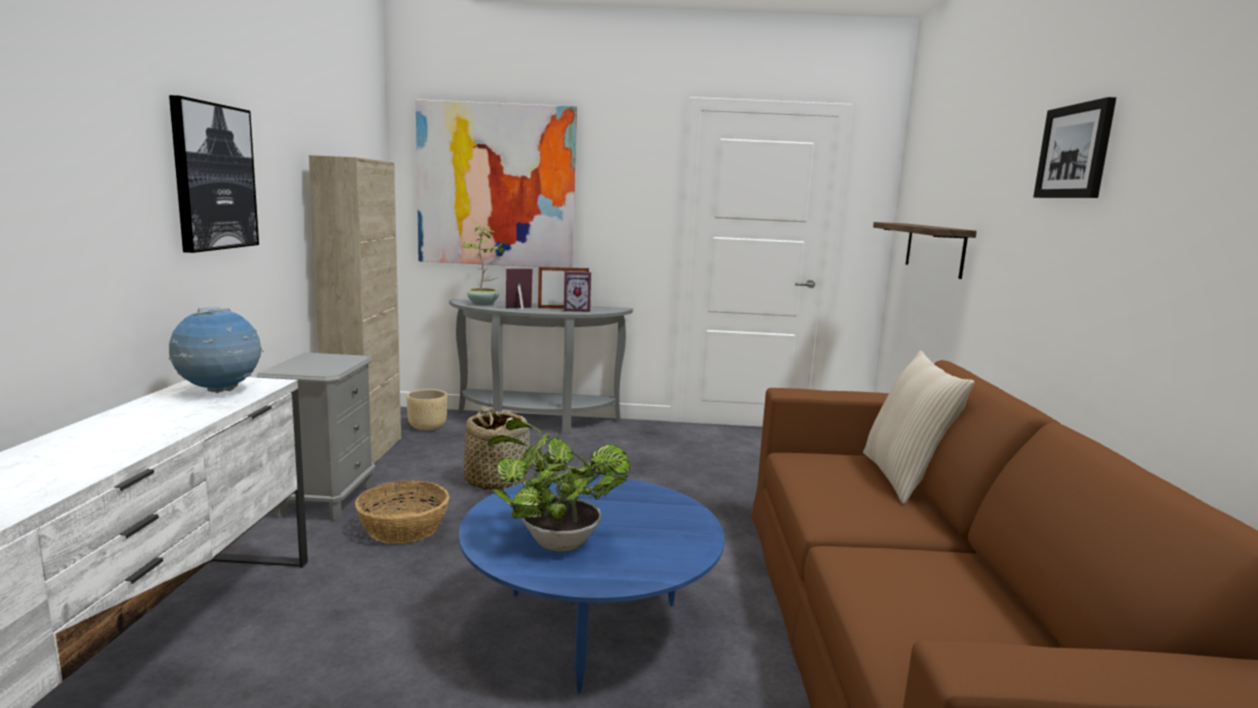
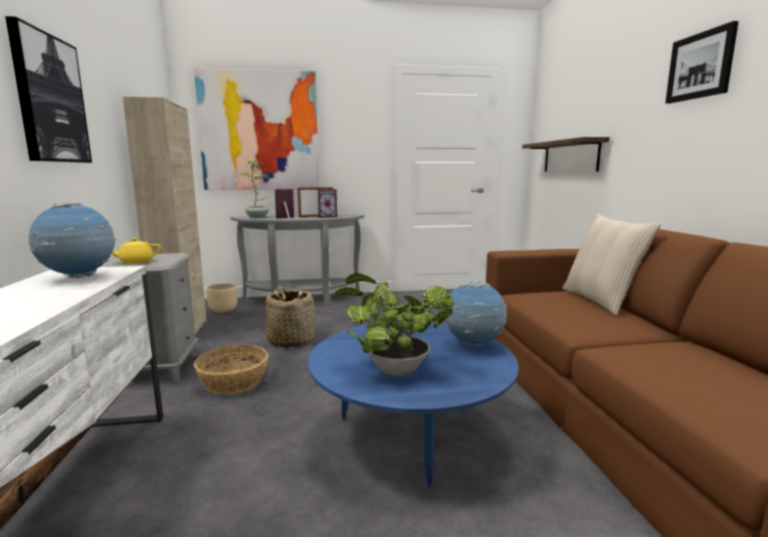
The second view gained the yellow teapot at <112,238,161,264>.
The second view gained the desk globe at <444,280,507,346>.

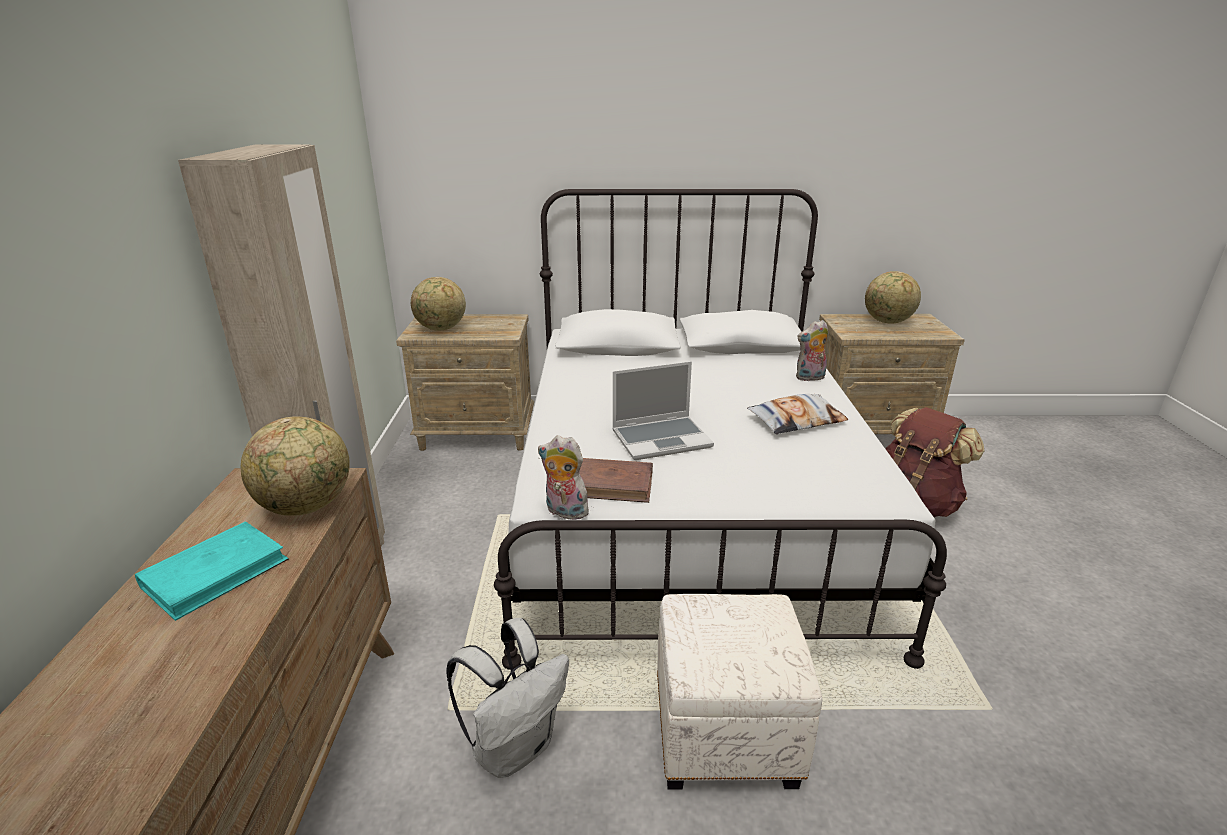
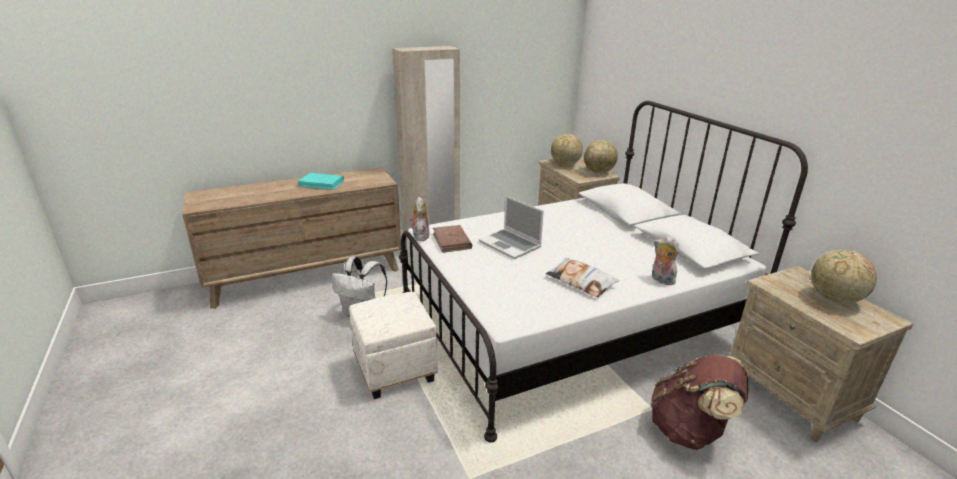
The desk globe ended up elsewhere, having gone from <241,416,350,516> to <584,140,618,173>.

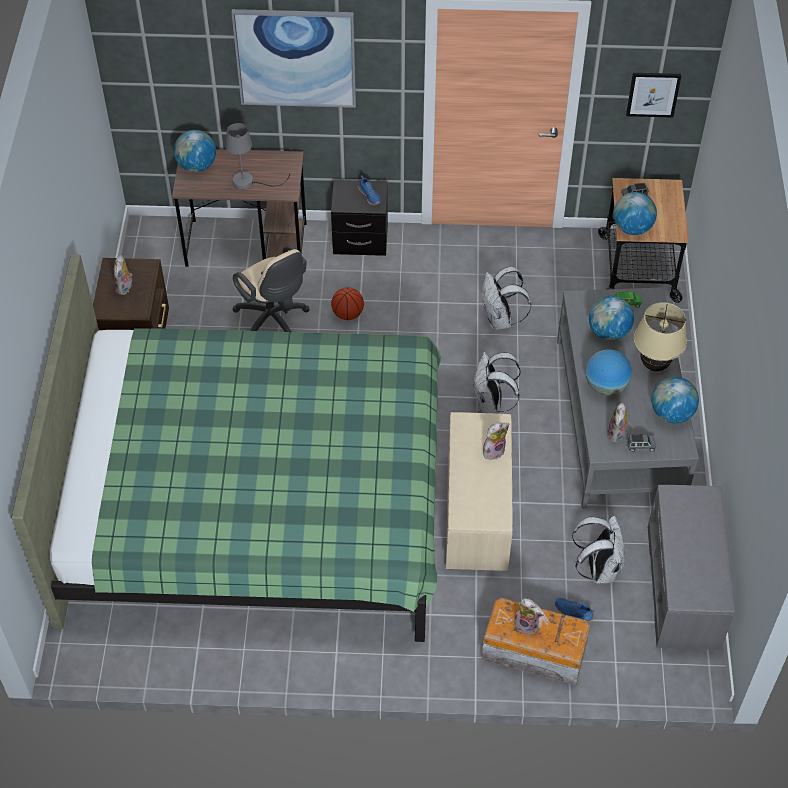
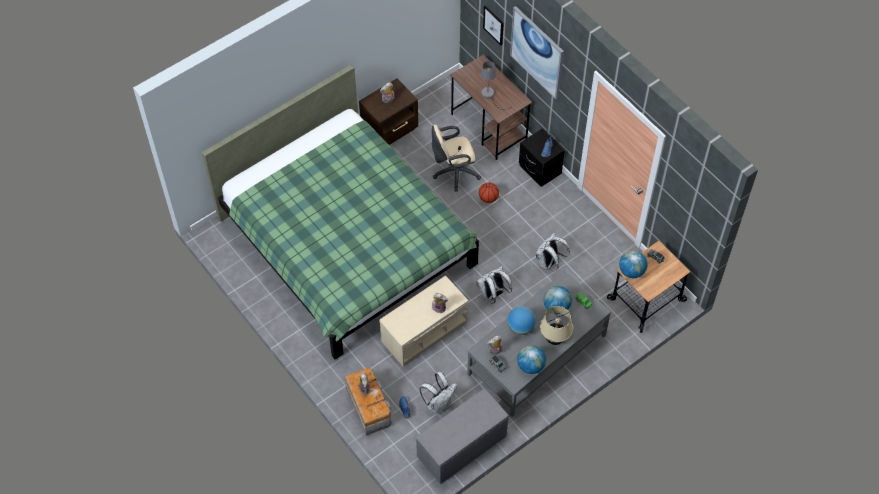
The second view lost the desk globe at <174,130,216,172>.
The wall picture ended up elsewhere, having gone from <626,73,682,118> to <483,6,504,45>.
The beige desk chair at <232,245,310,332> ended up facing another way, 60 degrees clockwise from before.

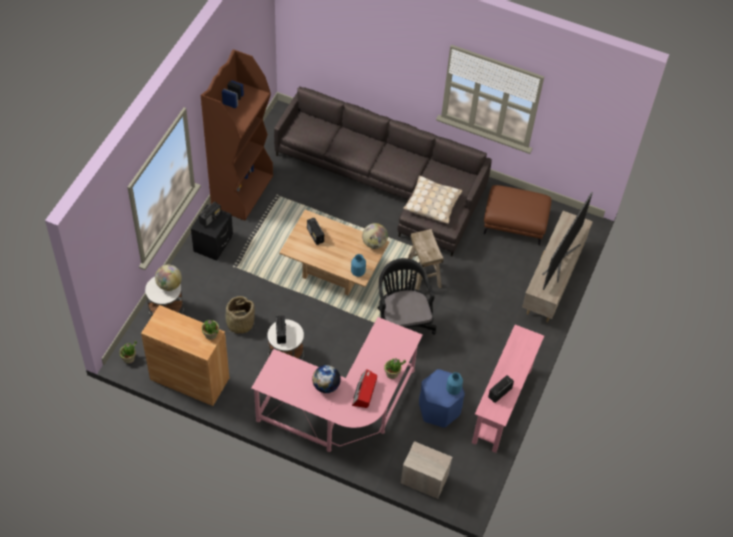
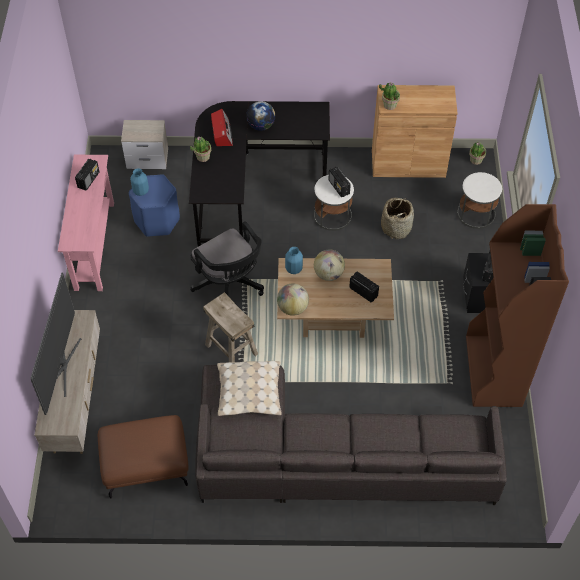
The desk globe ended up elsewhere, having gone from <155,265,182,291> to <314,249,345,281>.
What was the pinkish desk table at <251,317,423,452> turned into the black desk table at <189,101,330,247>.

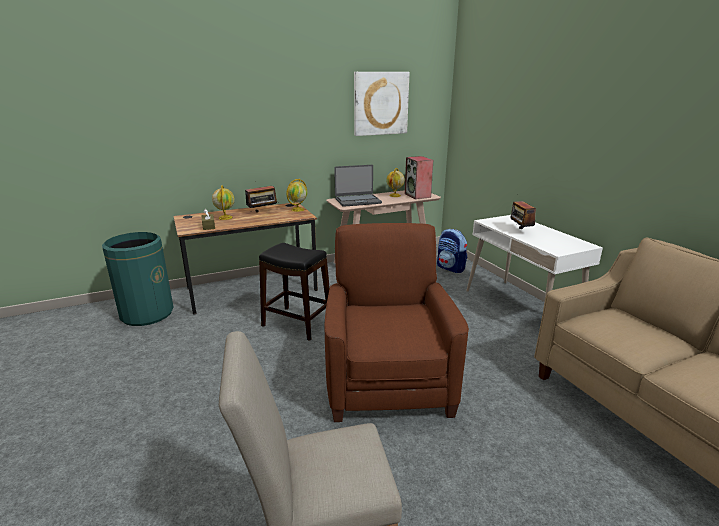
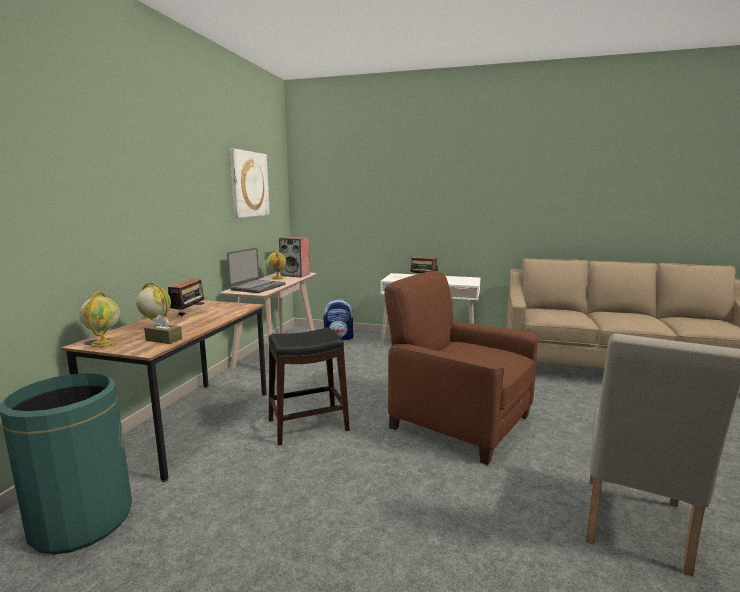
The desk globe ended up elsewhere, having gone from <286,179,307,212> to <79,291,120,347>.

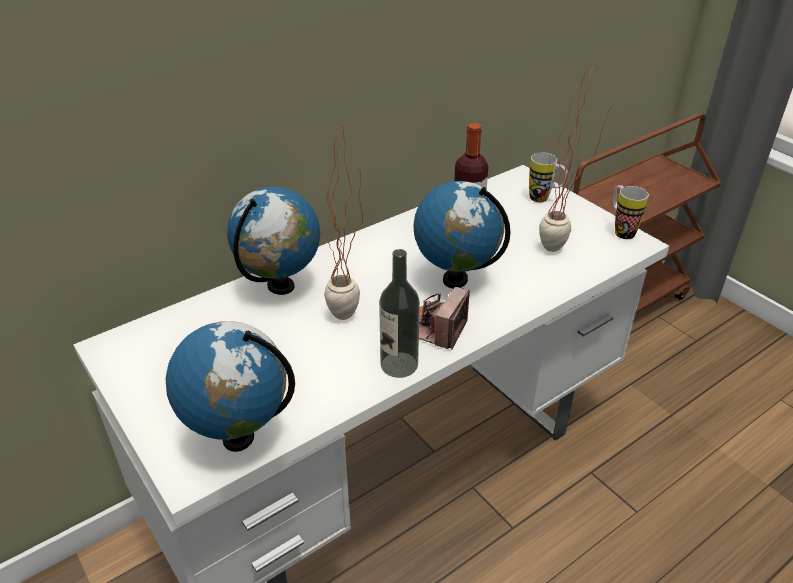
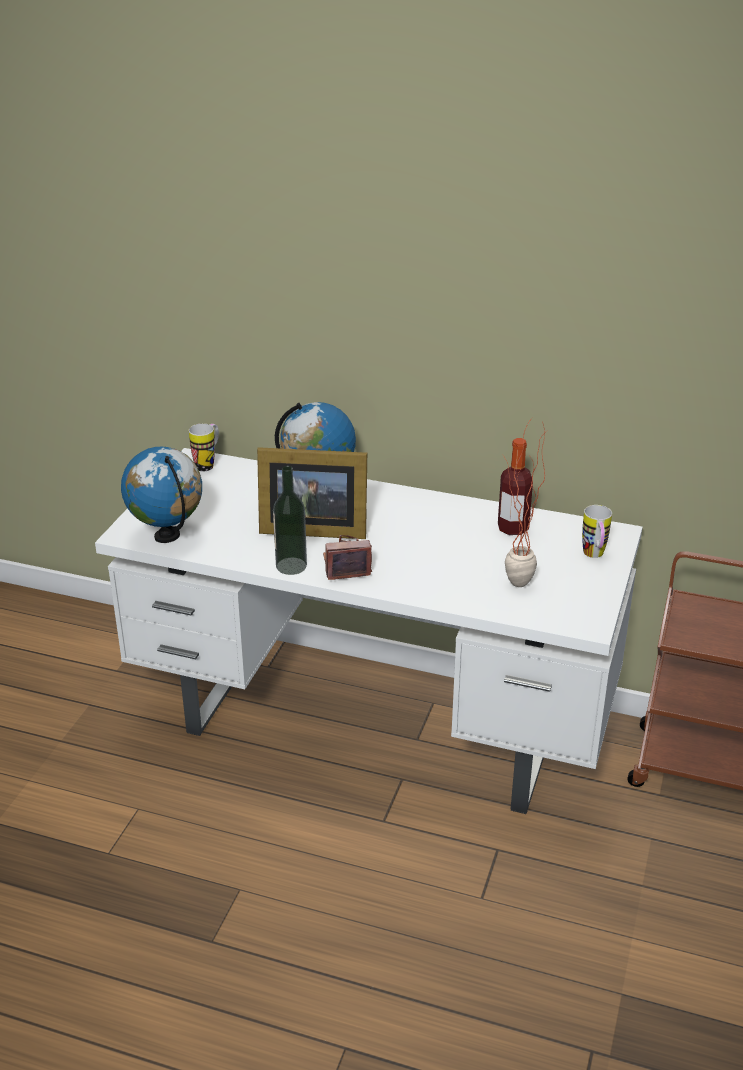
The second view lost the desk globe at <413,181,511,289>.
The coffee mug ended up elsewhere, having gone from <612,185,649,239> to <189,424,219,472>.
Where the potted plant stood at <317,121,363,320>, the picture frame came to stand at <257,447,367,539>.

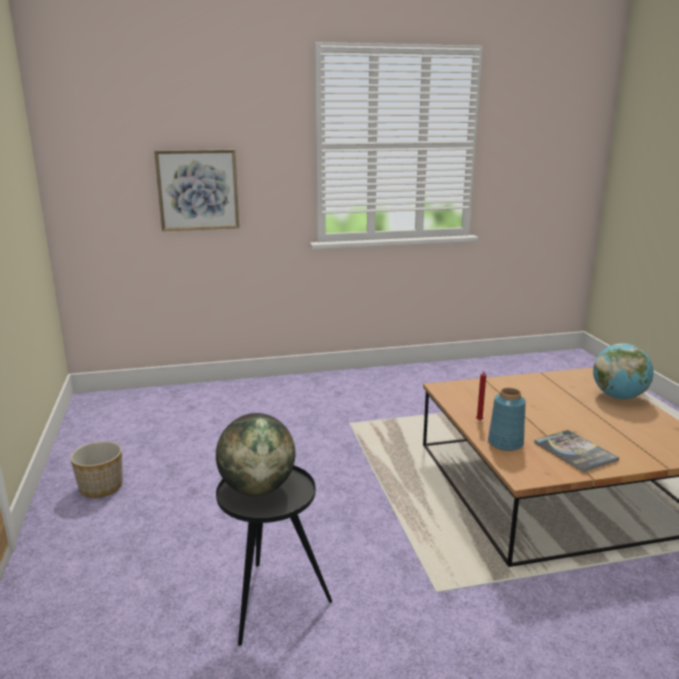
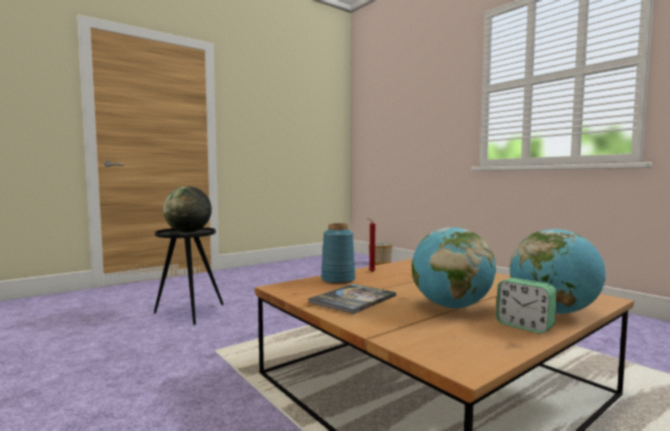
The second view lost the wall picture at <154,149,239,231>.
The second view gained the desk globe at <412,227,496,309>.
The second view gained the table clock at <496,278,557,334>.
The flower pot ended up elsewhere, having gone from <70,441,123,498> to <369,242,393,265>.

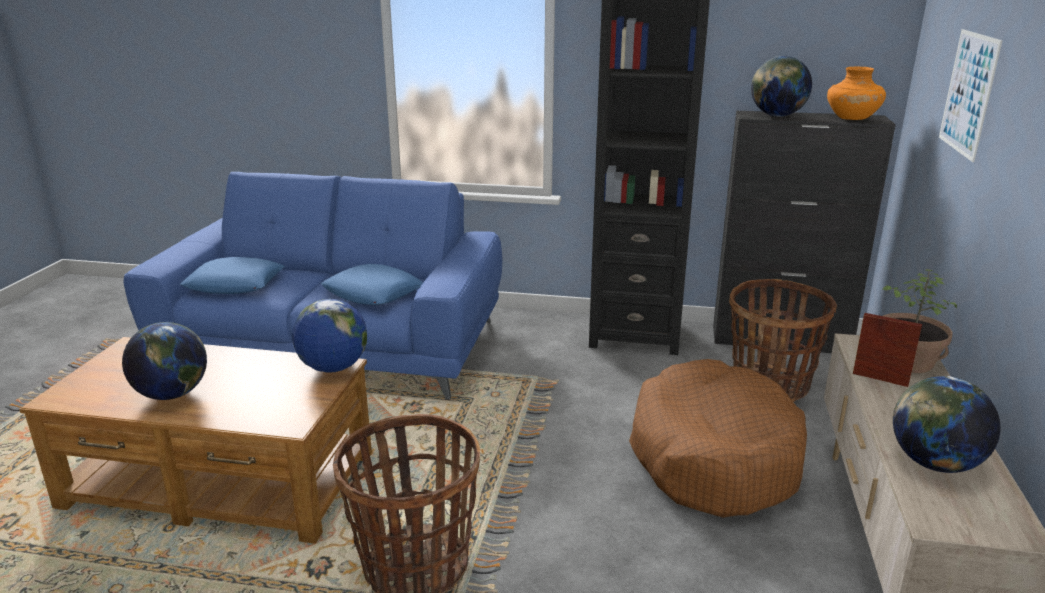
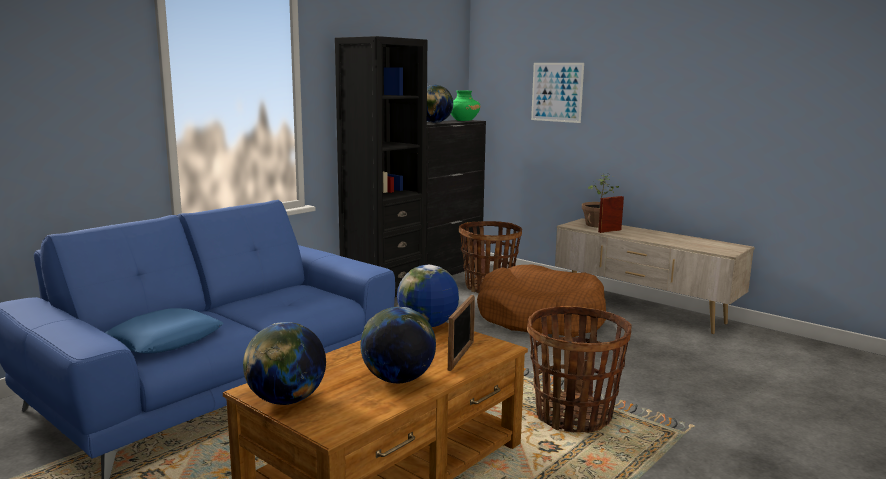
The second view lost the blue throw pillow at <321,264,423,305>.
The second view gained the picture frame at <448,295,475,371>.
The desk globe ended up elsewhere, having gone from <893,376,1001,473> to <243,322,326,405>.
What was the orangey decorative vase at <827,67,886,120> turned into the green-coloured decorative vase at <451,90,480,121>.

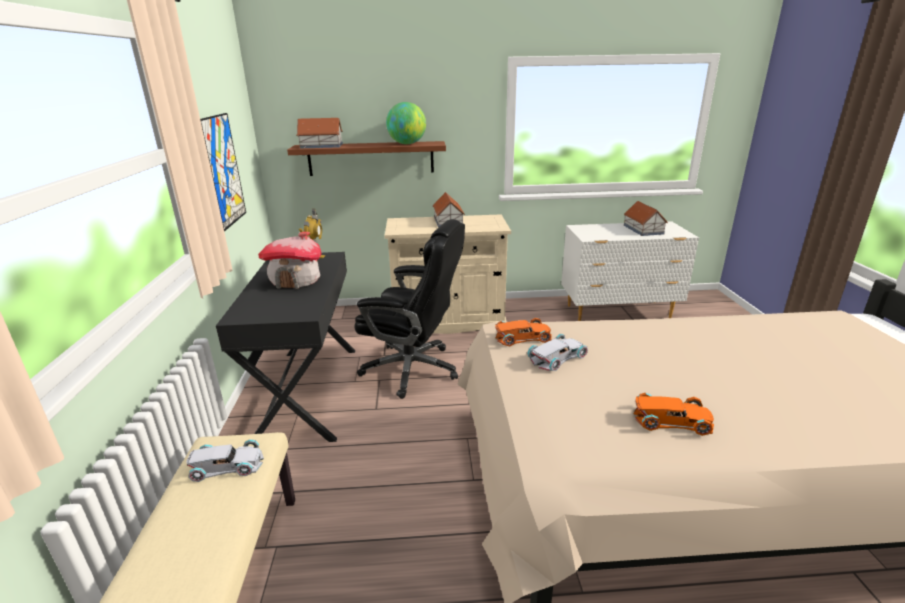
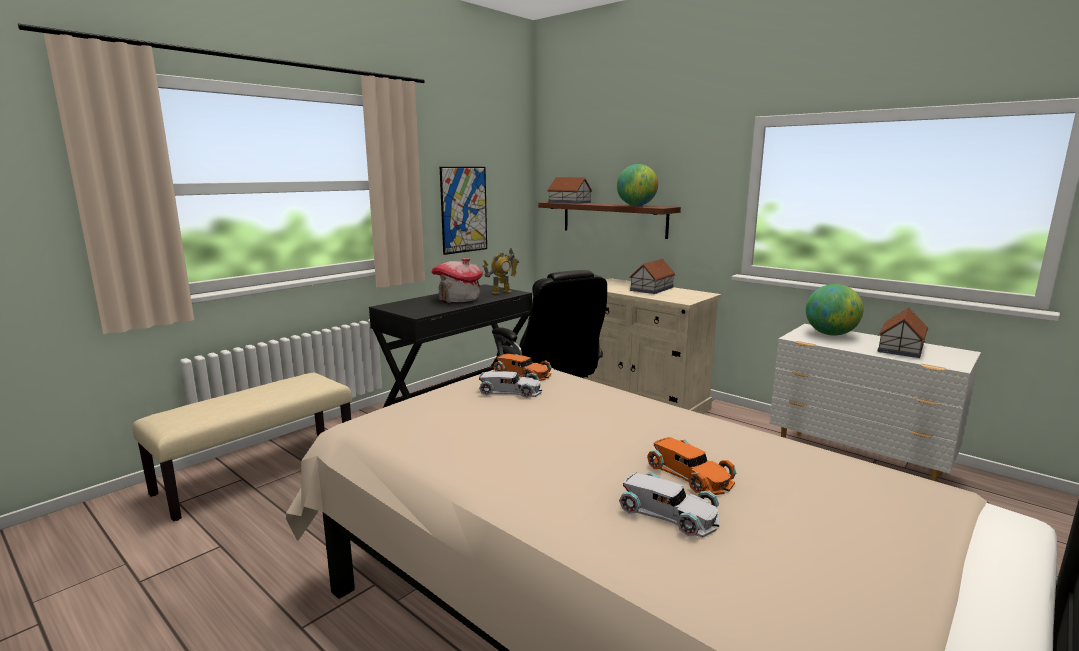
The second view gained the desk globe at <806,284,863,336>.
The white toy car ended up elsewhere, having gone from <186,439,264,482> to <619,472,719,538>.
The orangey toy car ended up elsewhere, having gone from <634,393,714,436> to <647,437,736,495>.

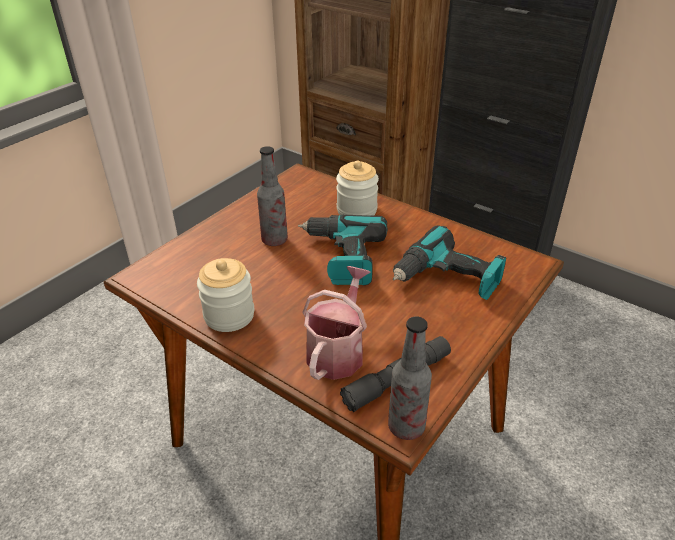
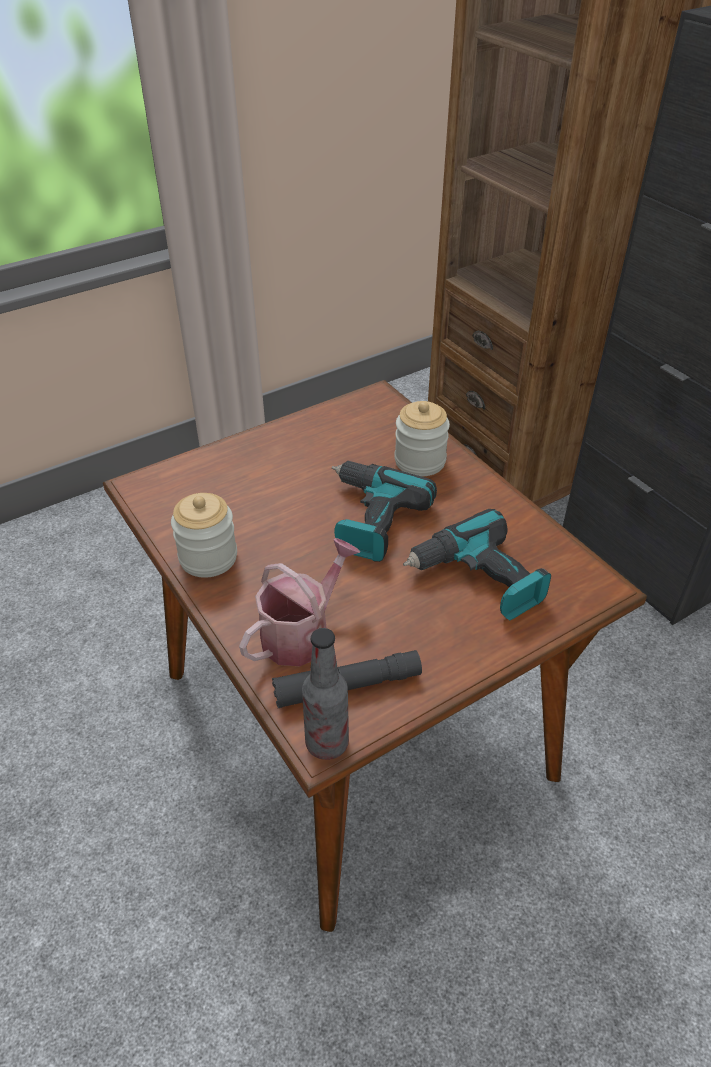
The second view lost the beverage bottle at <257,146,288,246>.

